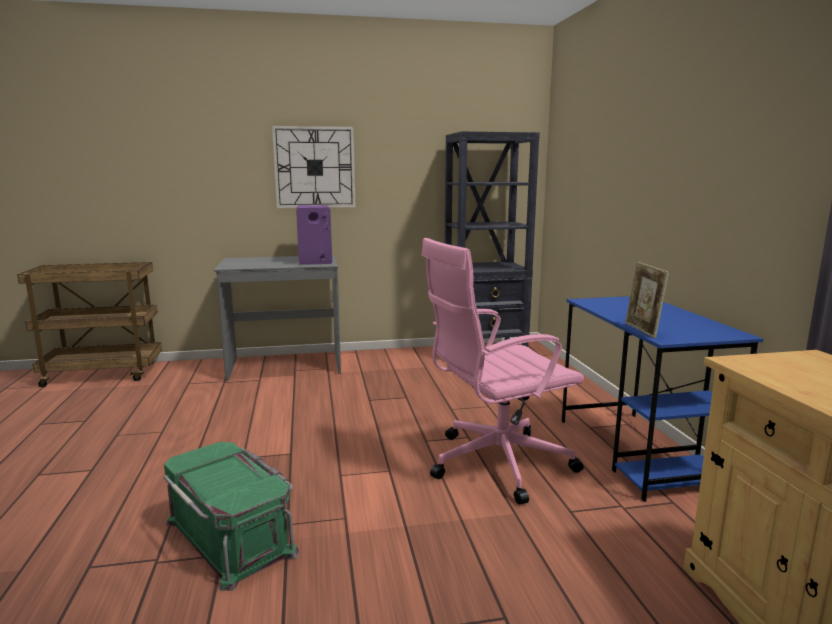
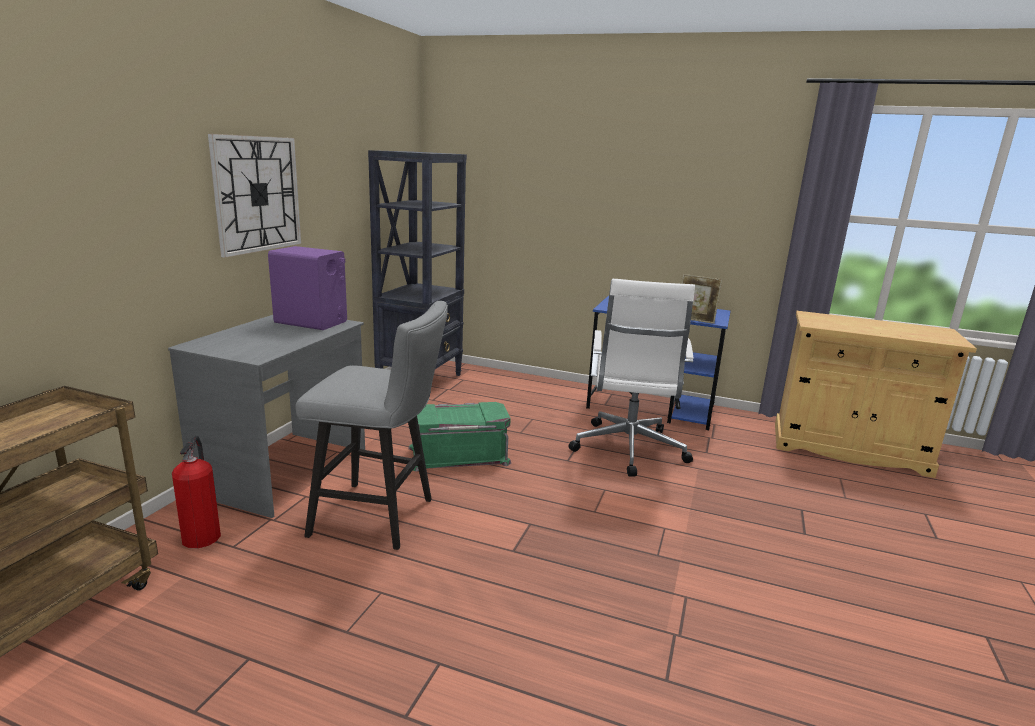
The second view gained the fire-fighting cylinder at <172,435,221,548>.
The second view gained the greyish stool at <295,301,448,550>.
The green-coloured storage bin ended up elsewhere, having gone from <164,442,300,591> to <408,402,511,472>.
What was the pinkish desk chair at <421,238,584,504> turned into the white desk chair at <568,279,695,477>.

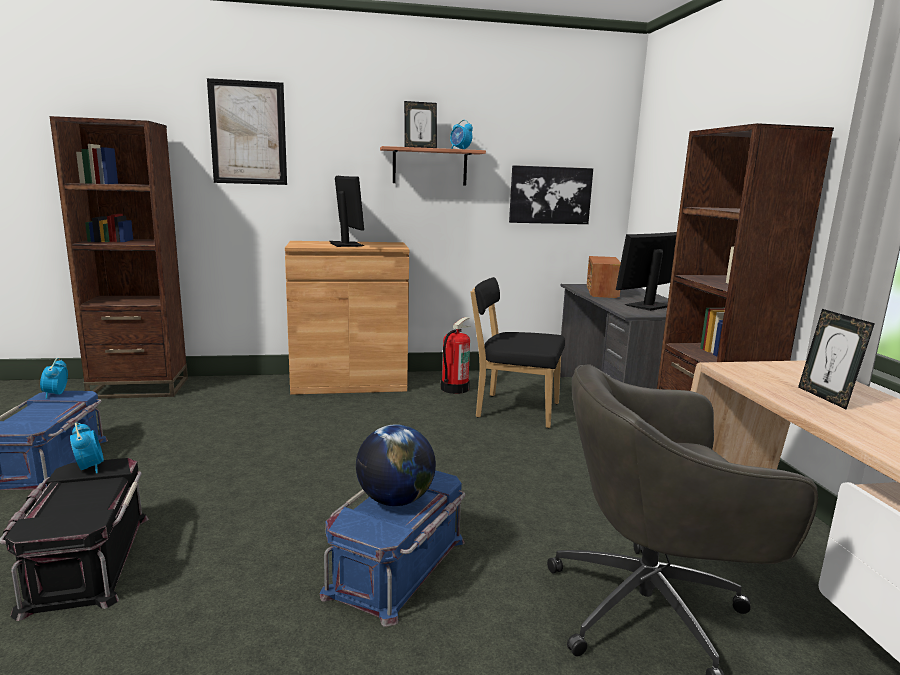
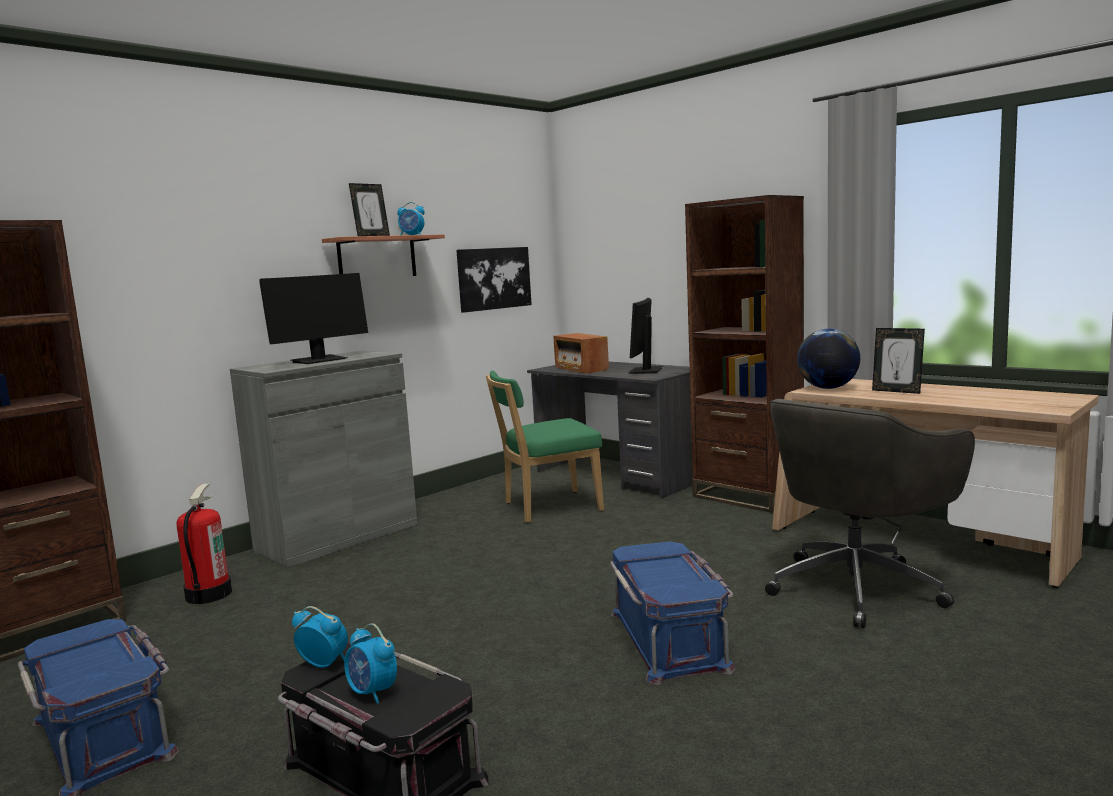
The second view lost the wall picture at <207,78,287,185>.
The table clock ended up elsewhere, having gone from <40,358,68,399> to <344,623,397,704>.
The desk globe ended up elsewhere, having gone from <356,424,436,506> to <797,329,860,389>.
The fire-fighting cylinder ended up elsewhere, having gone from <441,317,471,394> to <177,483,232,604>.
What was the brown cupboard at <285,241,409,395> turned into the greyish cupboard at <230,350,418,568>.
What was the black chair at <470,277,565,428> turned into the green-coloured chair at <486,370,604,523>.
The computer screen at <330,176,365,247> ended up facing another way, 105 degrees clockwise from before.

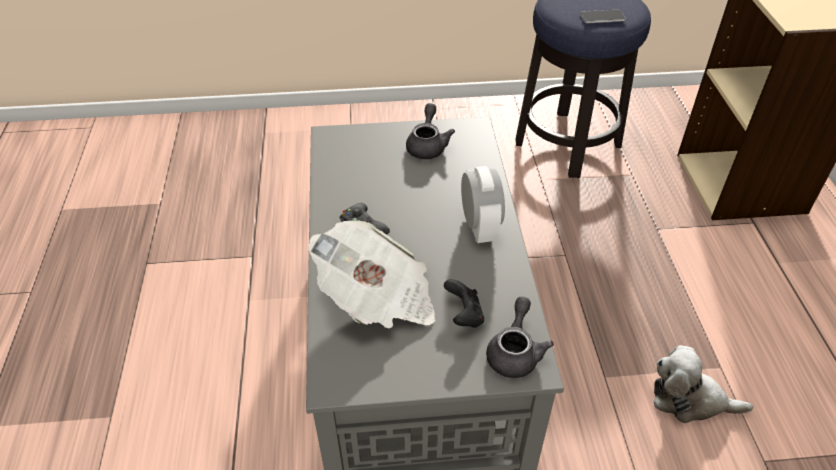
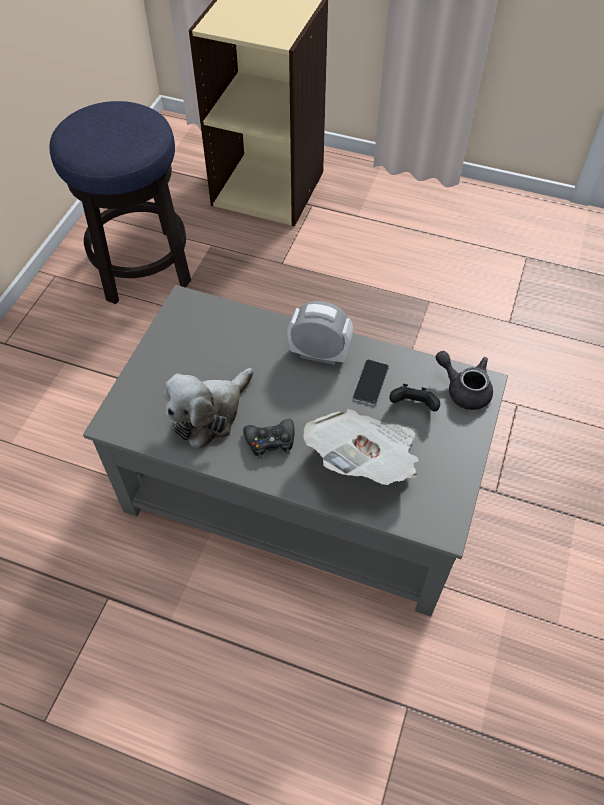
The second view lost the greyish teapot at <406,103,455,159>.
The handset ended up elsewhere, having gone from <580,10,626,23> to <352,359,389,405>.
The plush toy ended up elsewhere, having gone from <654,345,753,423> to <163,368,253,449>.

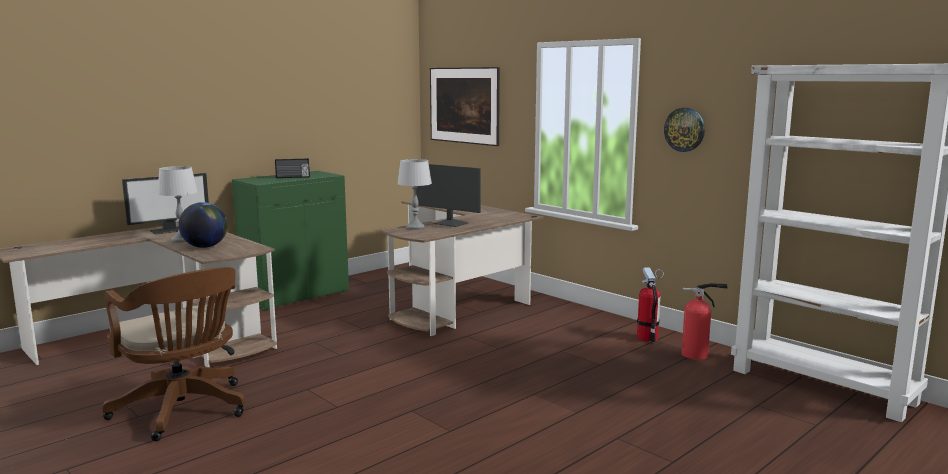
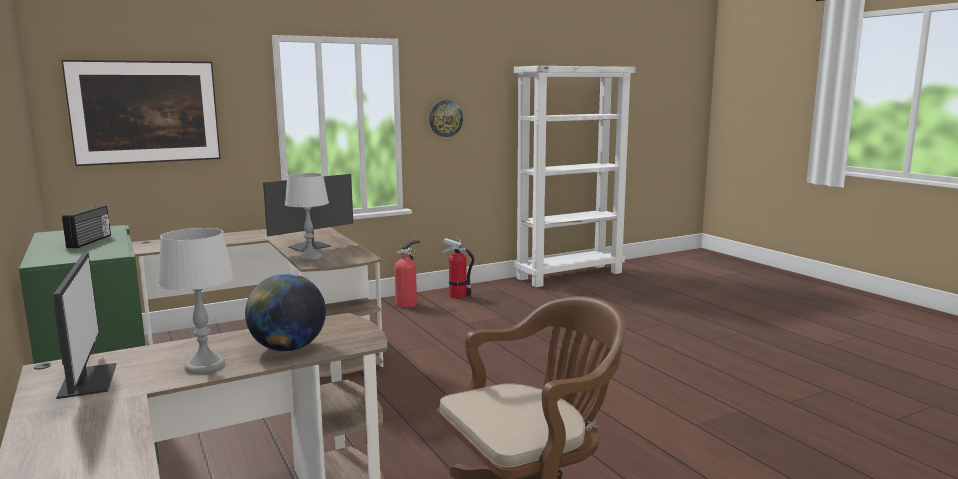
The fire-fighting cylinder ended up elsewhere, having gone from <681,283,728,360> to <395,240,420,308>.

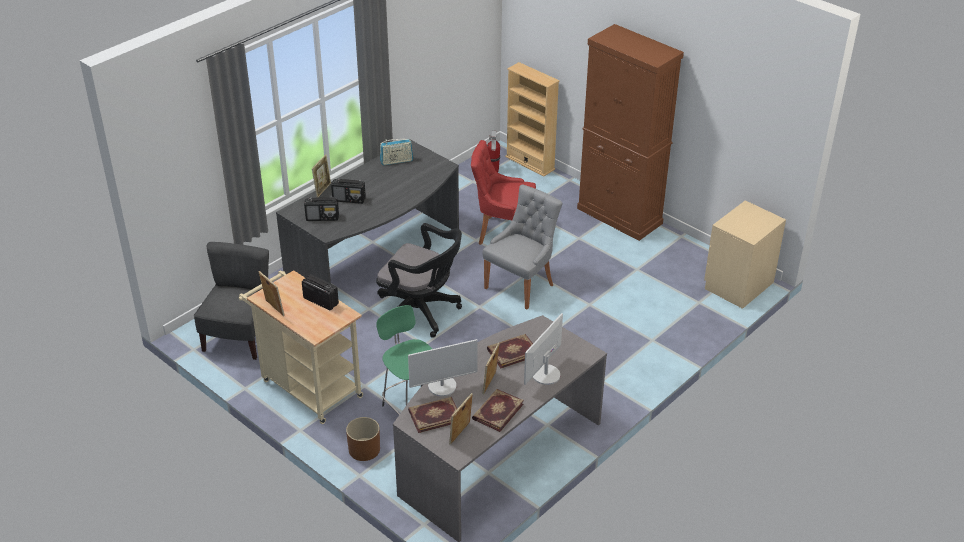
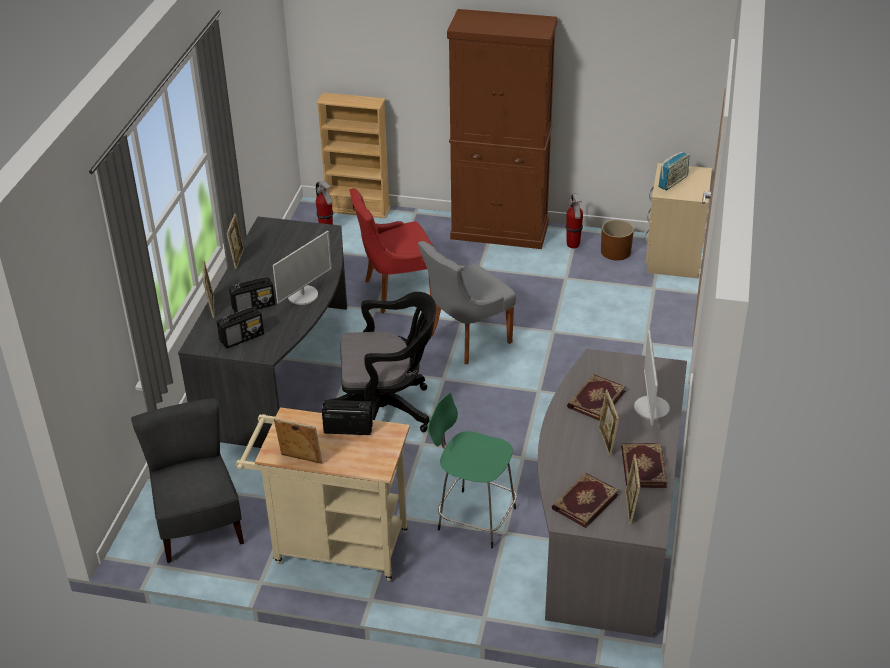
The second view gained the picture frame at <227,214,244,269>.
The second view gained the fire-fighting cylinder at <565,194,583,248>.
The brown flower pot ended up elsewhere, having gone from <346,417,380,461> to <601,220,634,261>.
The radio receiver ended up elsewhere, having gone from <380,139,413,165> to <658,152,689,190>.
The computer screen ended up elsewhere, having gone from <408,339,478,397> to <273,231,332,305>.
The greyish chair at <483,184,563,309> ended up facing another way, 135 degrees counterclockwise from before.

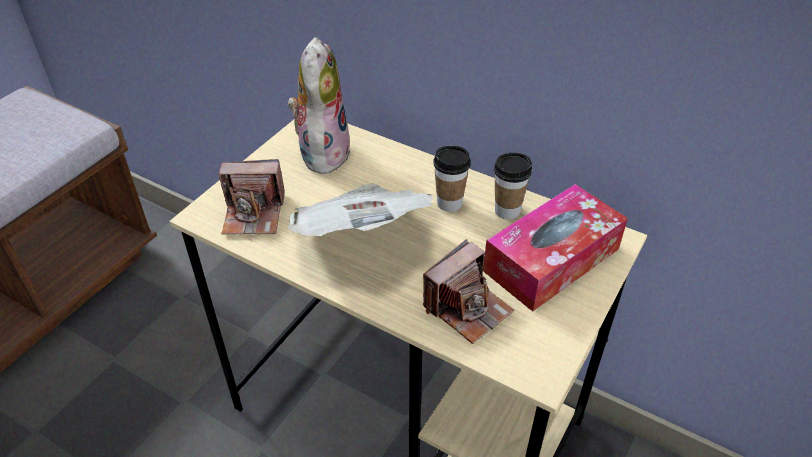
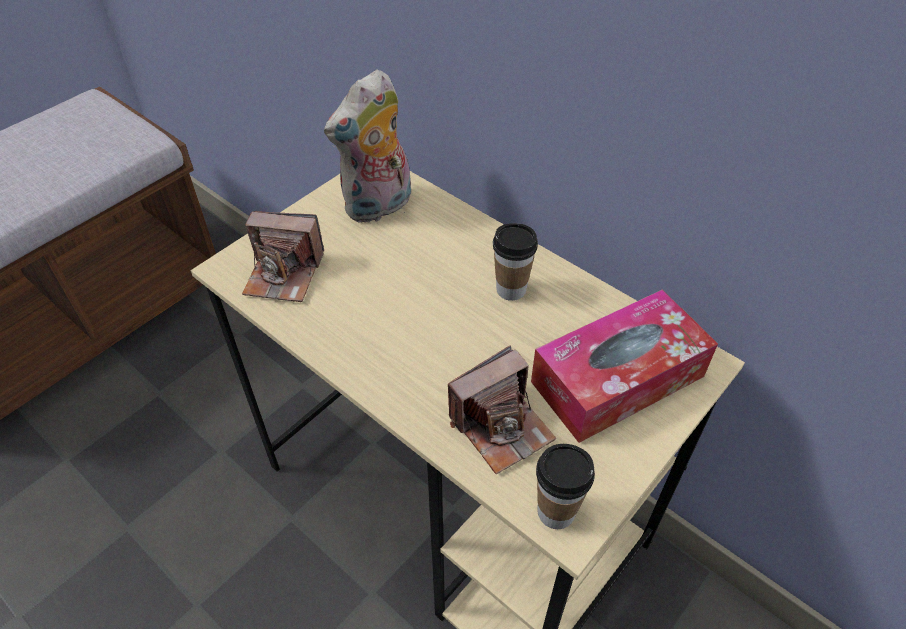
The second view lost the printed paper at <288,183,433,236>.
The cup ended up elsewhere, having gone from <494,153,532,220> to <536,444,595,529>.
The plush toy at <288,37,350,174> ended up facing another way, 150 degrees counterclockwise from before.

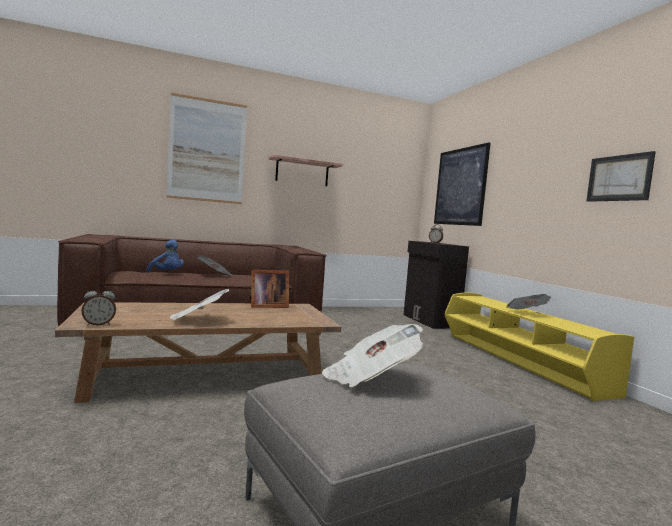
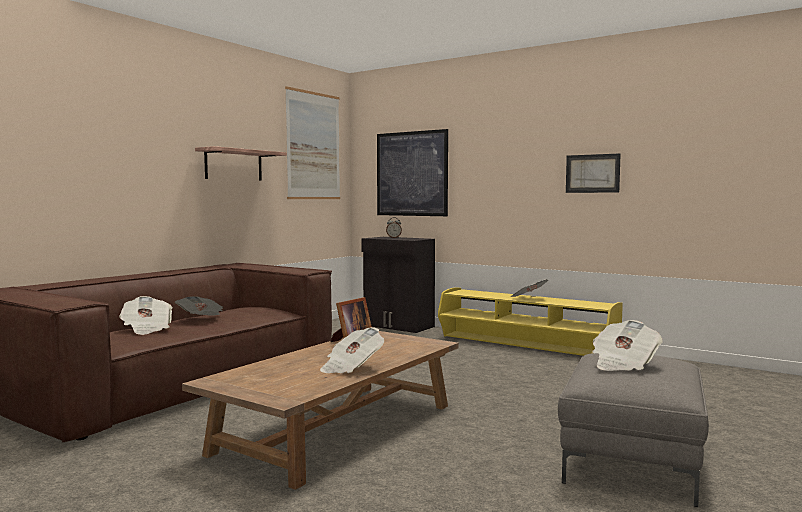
The second view lost the table clock at <81,285,116,326>.
The wall picture ended up elsewhere, having gone from <167,93,247,204> to <285,86,340,199>.
Where the blue plush toy stood at <146,239,184,273>, the printed paper came to stand at <119,296,172,335>.

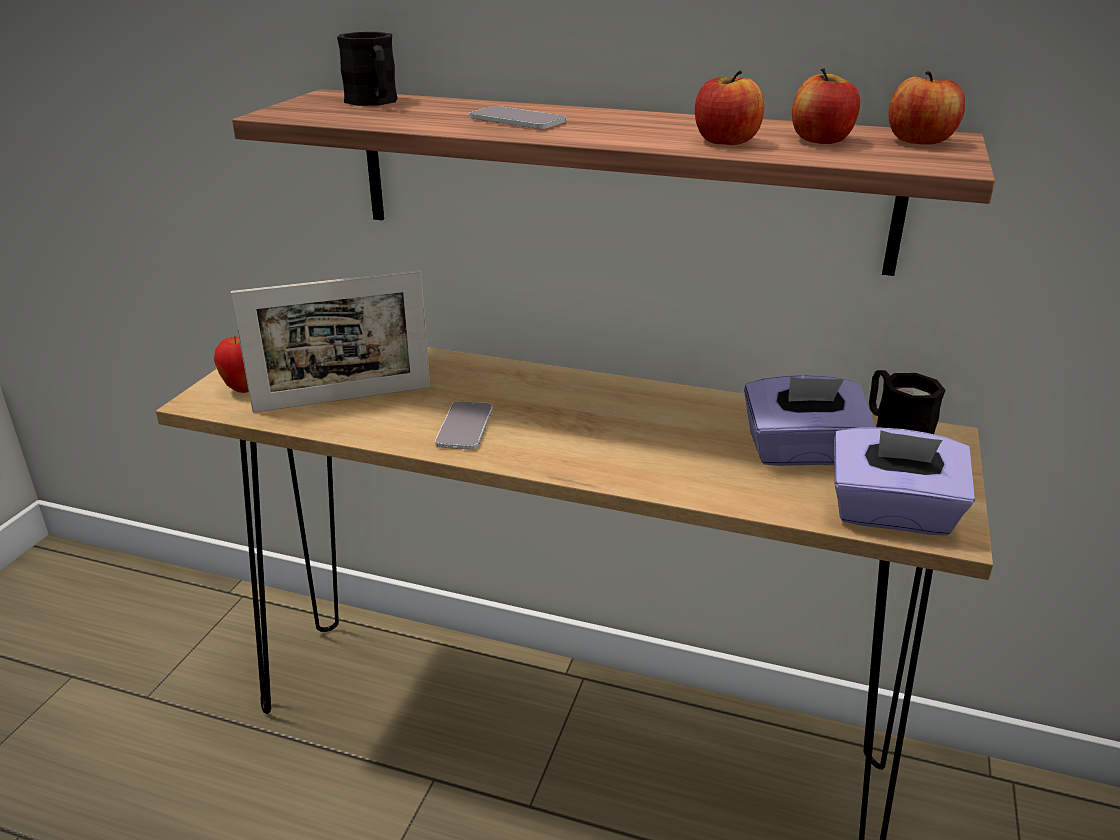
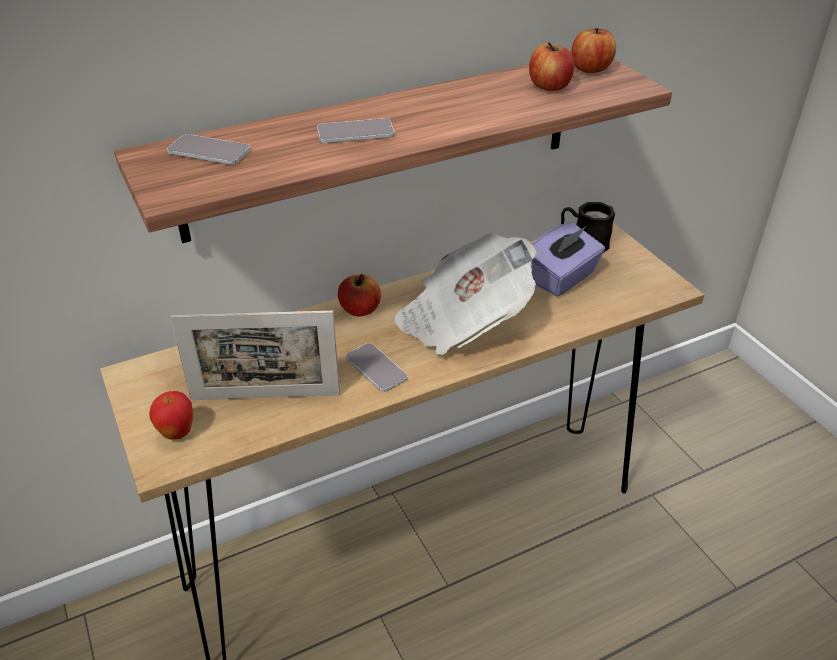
The second view lost the purple tissue box at <834,427,975,536>.
The second view gained the printed paper at <395,233,537,355>.
The apple fruit ended up elsewhere, having gone from <695,70,764,145> to <338,274,381,316>.
Where the black coffee mug stood at <337,32,397,106>, the handset came to stand at <167,134,250,165>.
The picture frame at <230,270,430,413> ended up facing another way, 60 degrees clockwise from before.

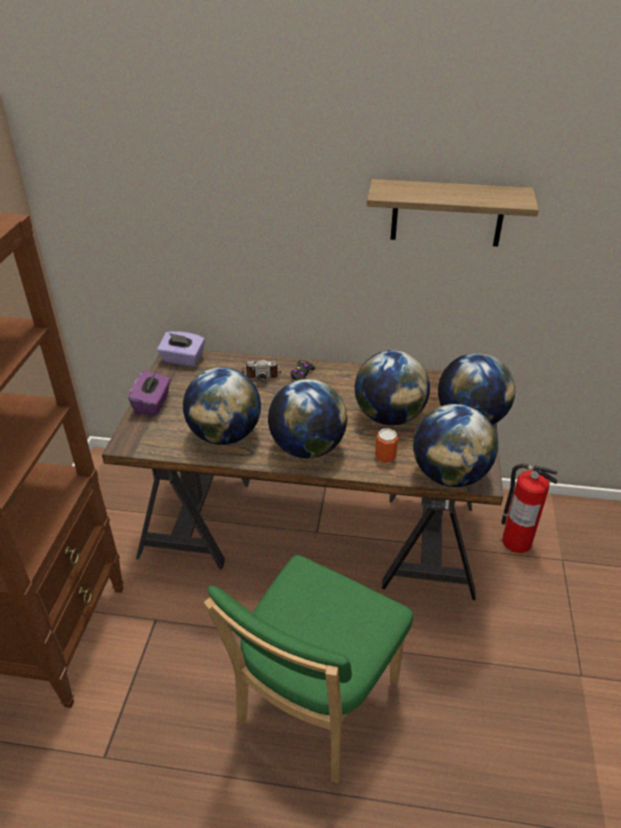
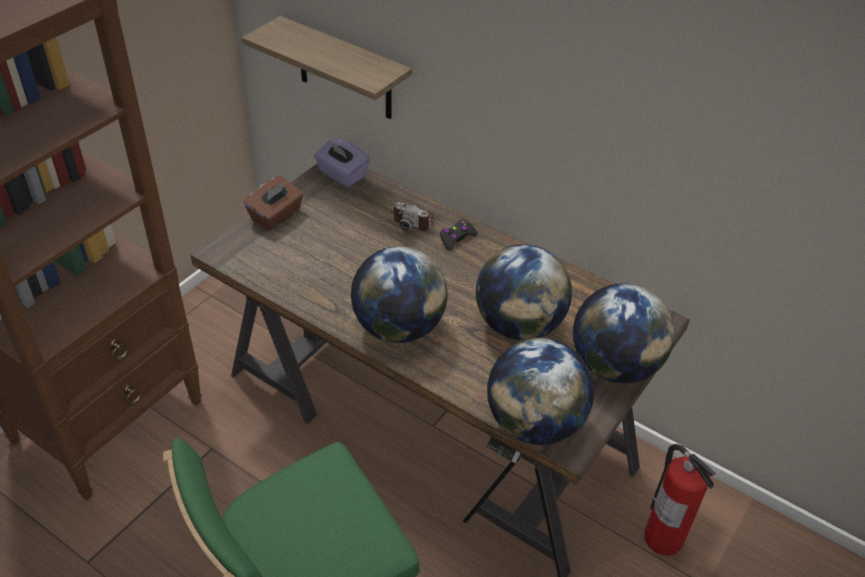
The second view lost the desk globe at <183,367,261,445>.
The second view lost the sealed can at <375,428,398,464>.
The wall shelf ended up elsewhere, having gone from <367,179,539,246> to <242,16,412,119>.
What was the purple tissue box at <128,370,170,415> turned into the brown tissue box at <244,176,304,230>.

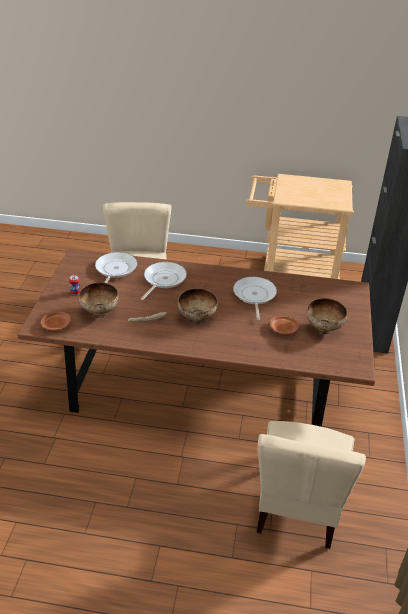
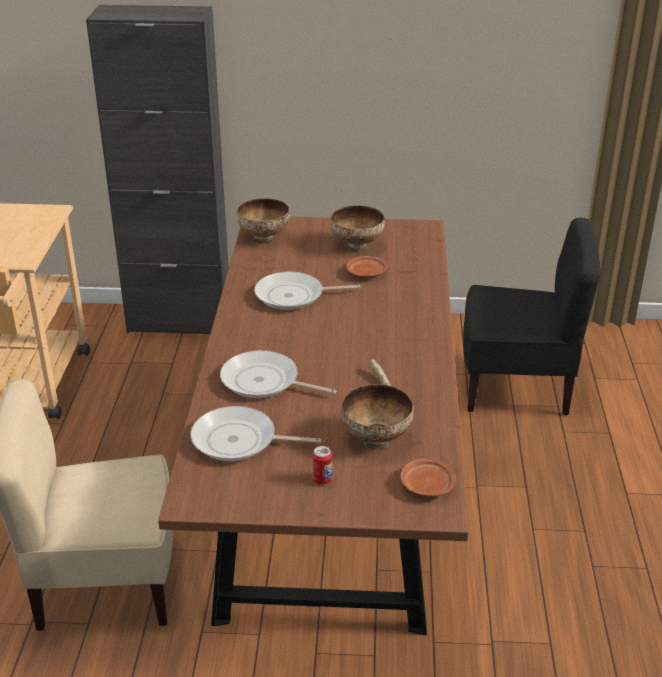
The deep dish ended up elsewhere, having gone from <178,288,218,324> to <236,198,290,244>.
What was the beige chair at <256,421,366,549> turned into the black chair at <463,218,600,415>.

